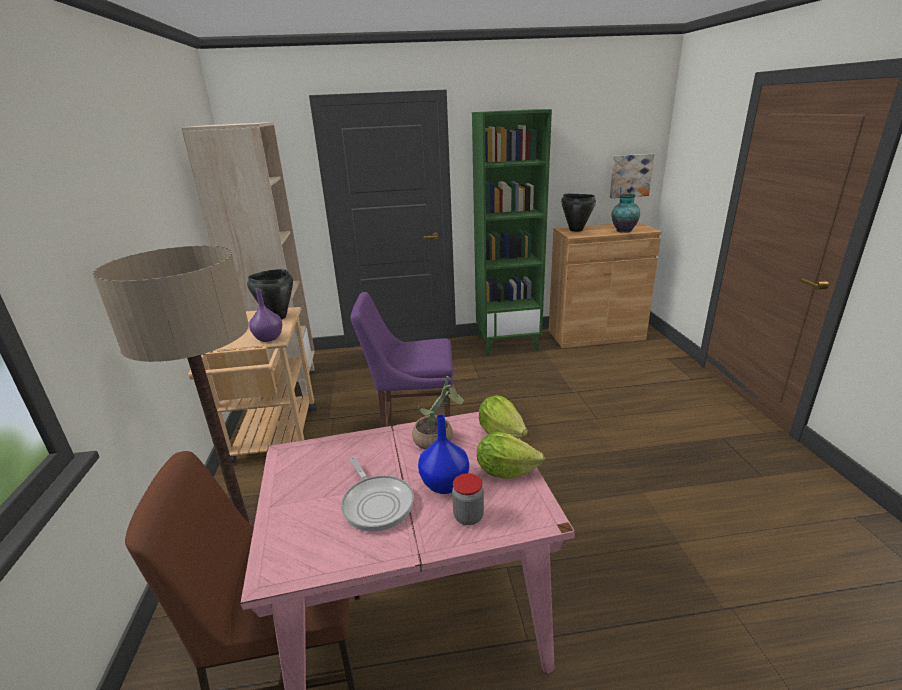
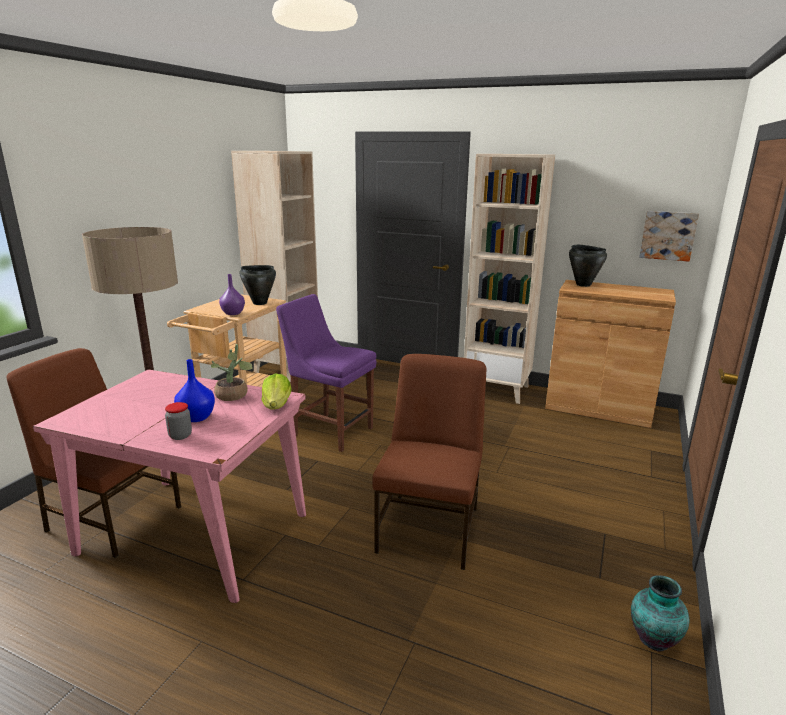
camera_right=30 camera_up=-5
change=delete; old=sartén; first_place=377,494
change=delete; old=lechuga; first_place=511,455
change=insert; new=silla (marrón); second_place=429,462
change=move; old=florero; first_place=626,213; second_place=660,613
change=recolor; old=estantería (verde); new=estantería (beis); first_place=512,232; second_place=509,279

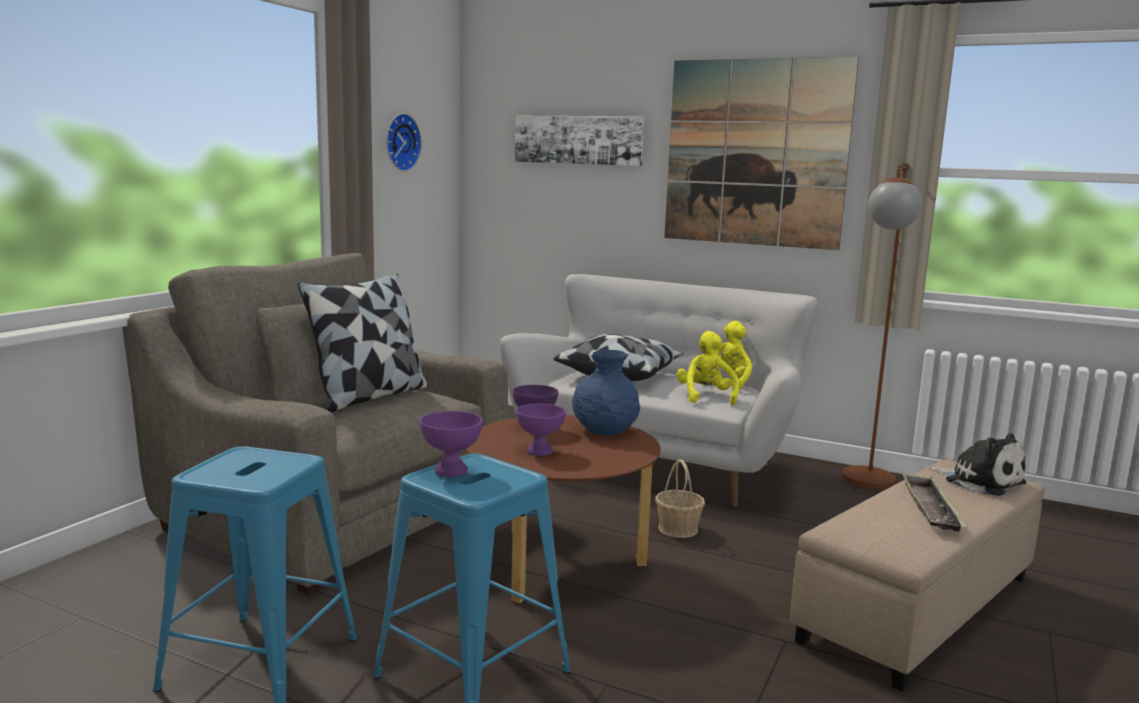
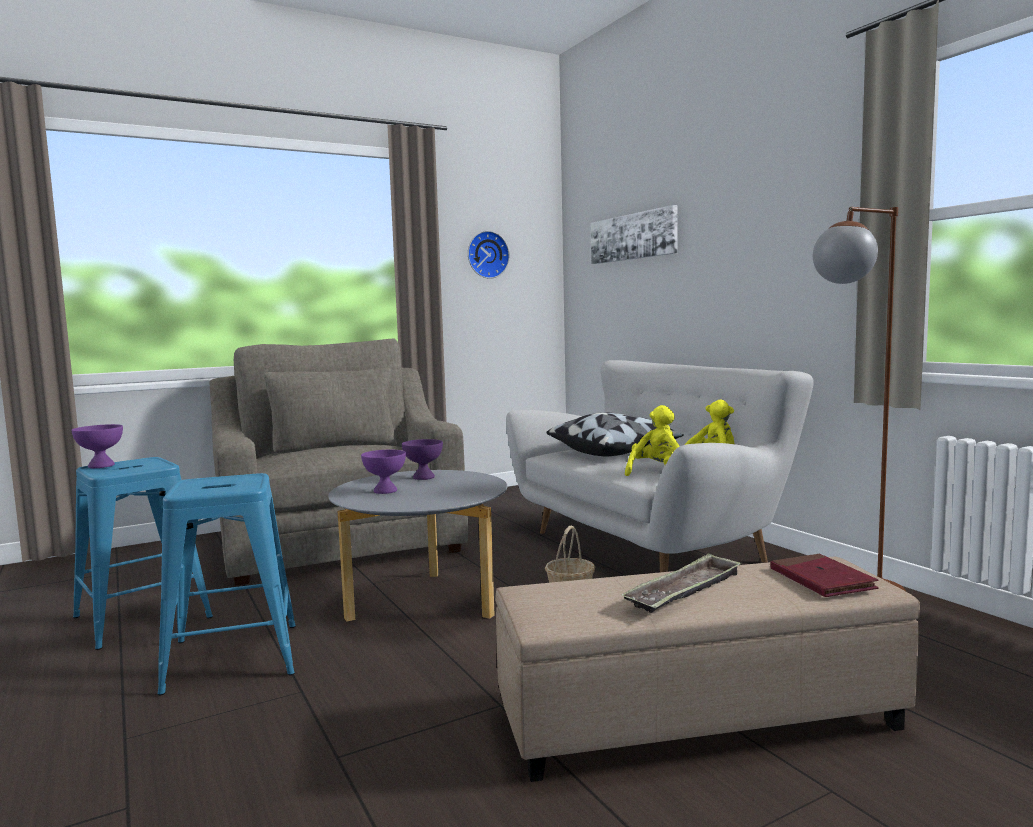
camera_right=35 camera_up=-5
change=delete; old=cojín; first_place=362,343
change=delete; old=florero (azul); first_place=606,393
change=delete; old=cuadro; first_place=761,153
change=move; old=cuenco (morado); first_place=451,444; second_place=97,446
change=replace; old=peluche; new=libro (rojo); first_place=977,464; second_place=824,575
change=recolor; old=mesa de centro (marrón); new=mesa de centro (gris); first_place=563,509; second_place=417,546

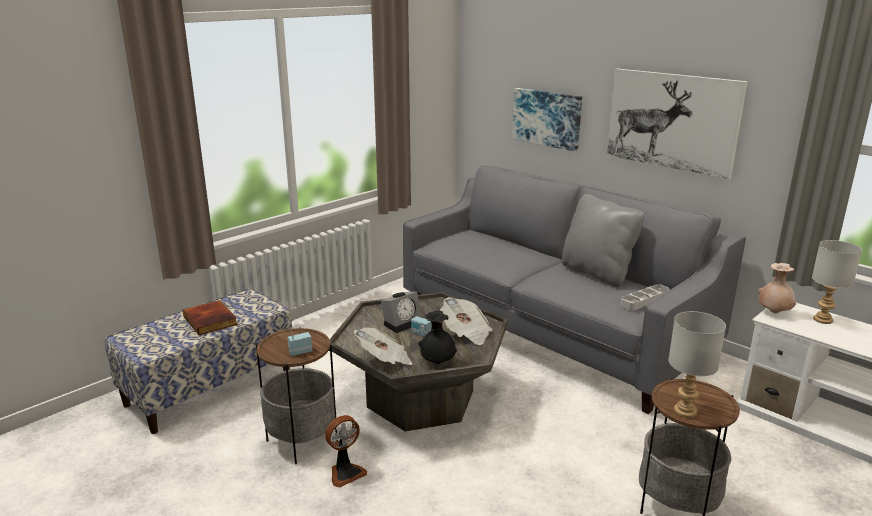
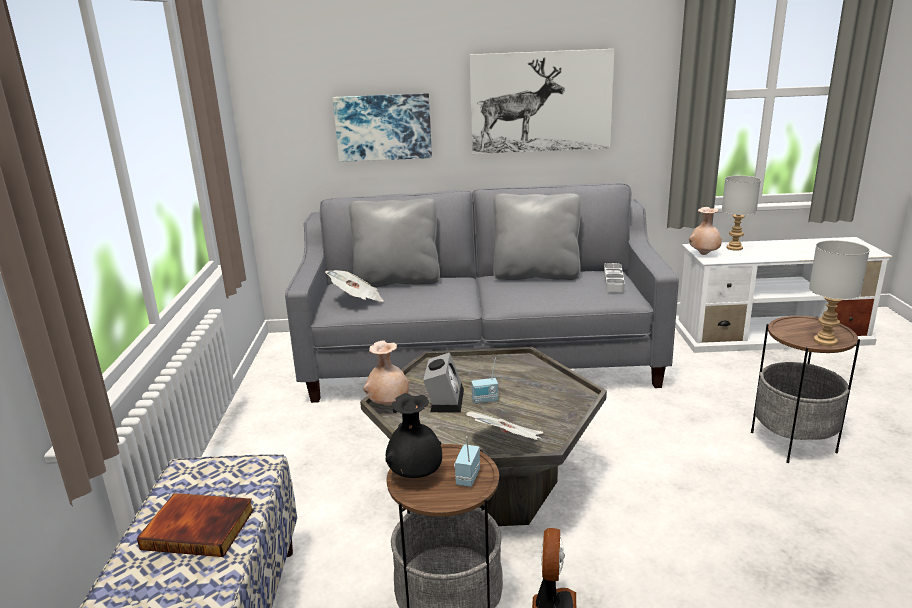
camera_right=-45 camera_up=0
change=insert; new=cojín (gris); second_place=394,242
change=insert; new=florero (beis); second_place=386,373
change=move; old=florero (negro); first_place=437,337; second_place=413,435
change=move; old=periódico; first_place=466,321; second_place=354,286

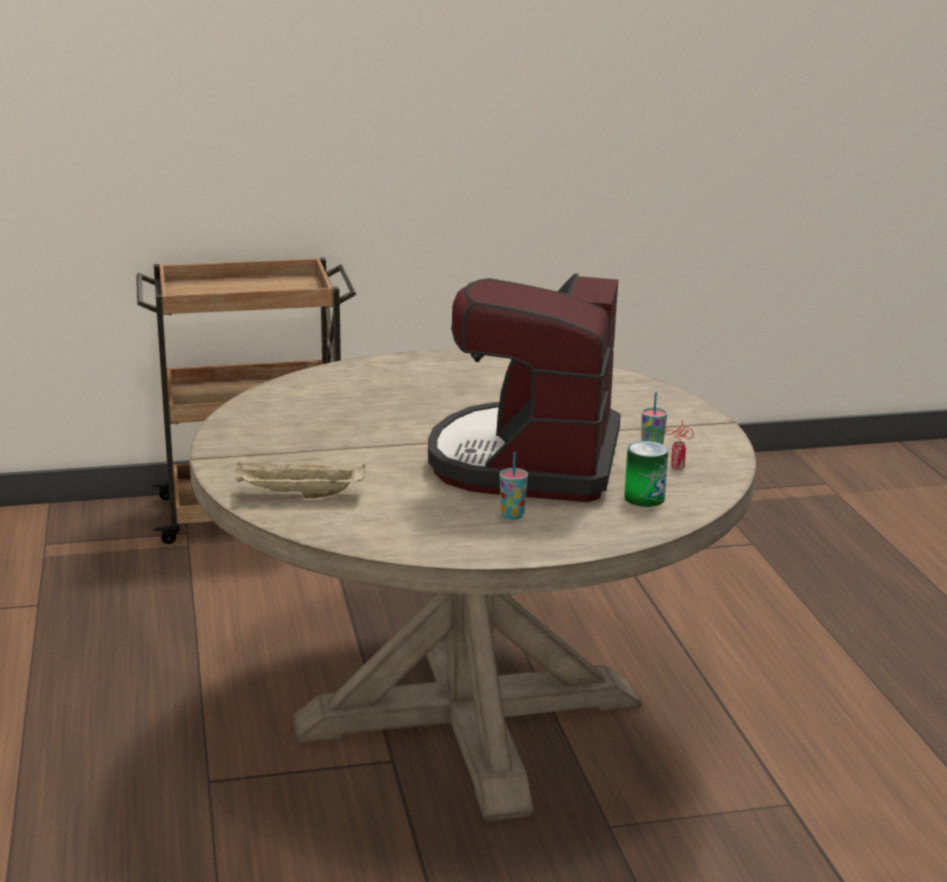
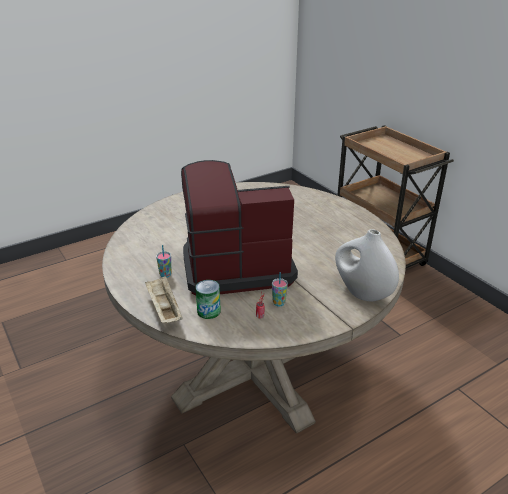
camera_right=70 camera_up=10
change=insert; new=florero (blanco); second_place=367,265
change=move; old=bandeja (beis); first_place=300,480; second_place=164,299

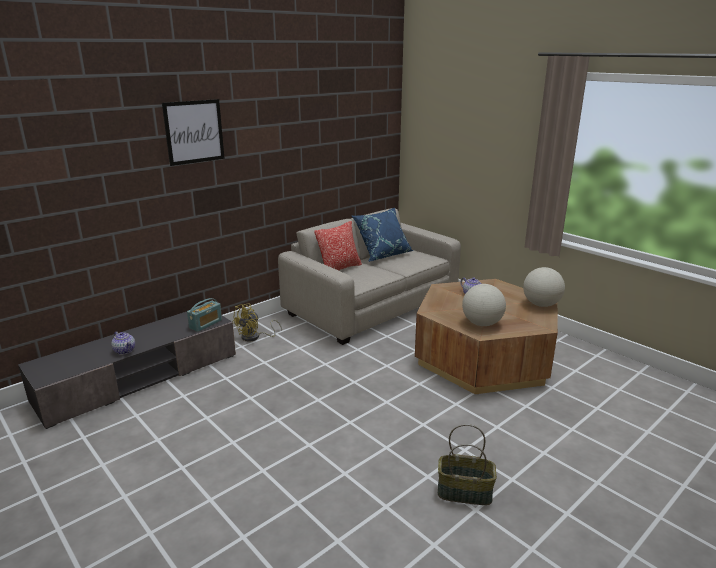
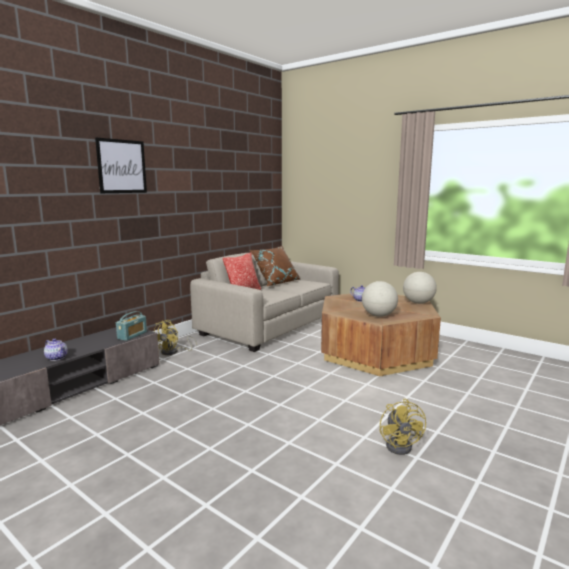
camera_right=-10 camera_up=-10
change=replace; old=cesta; new=ventilador (amarillo); first_place=467,464; second_place=403,427
change=recolor; old=cojín (azul); new=cojín (marrón); first_place=382,235; second_place=275,266

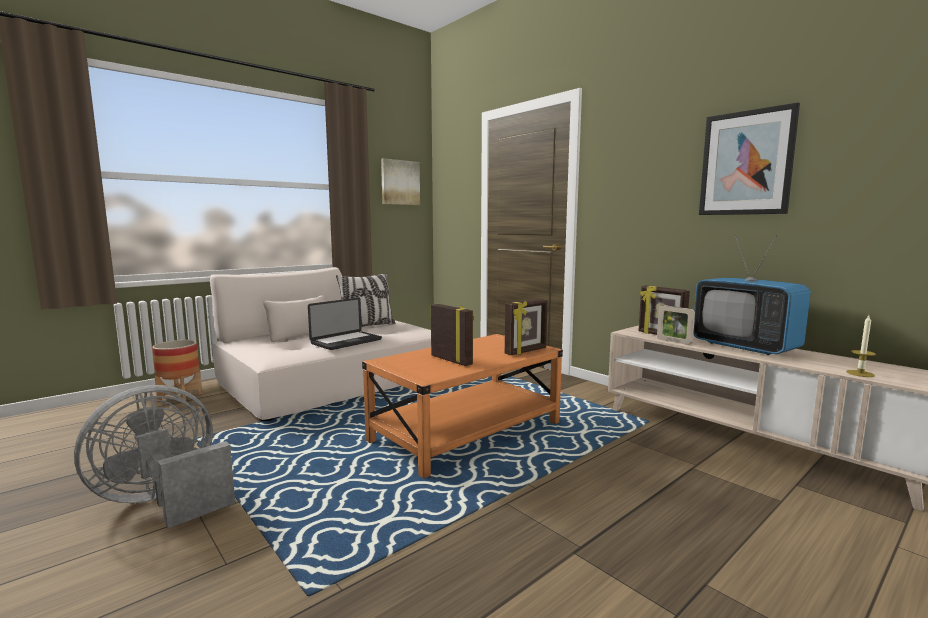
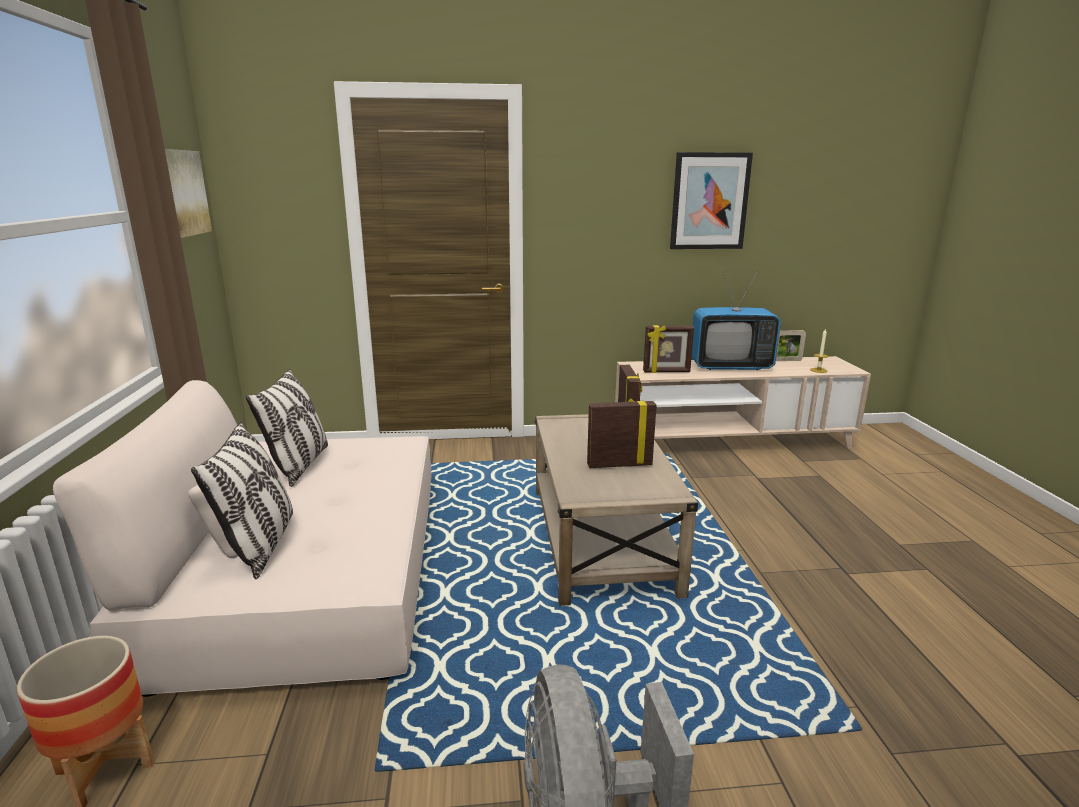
camera_right=-55 camera_up=10
change=delete; old=portátil; first_place=345,324
change=insert; new=cojín; second_place=242,500
change=move; old=portarretratos; first_place=676,325; second_place=791,345
change=recolor; old=mesa de centro (naranja); new=mesa de centro (beis); first_place=462,406; second_place=616,510

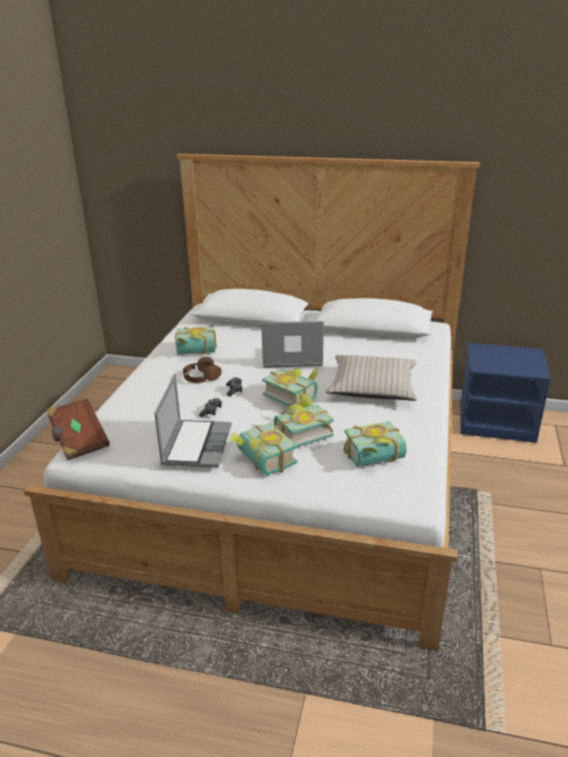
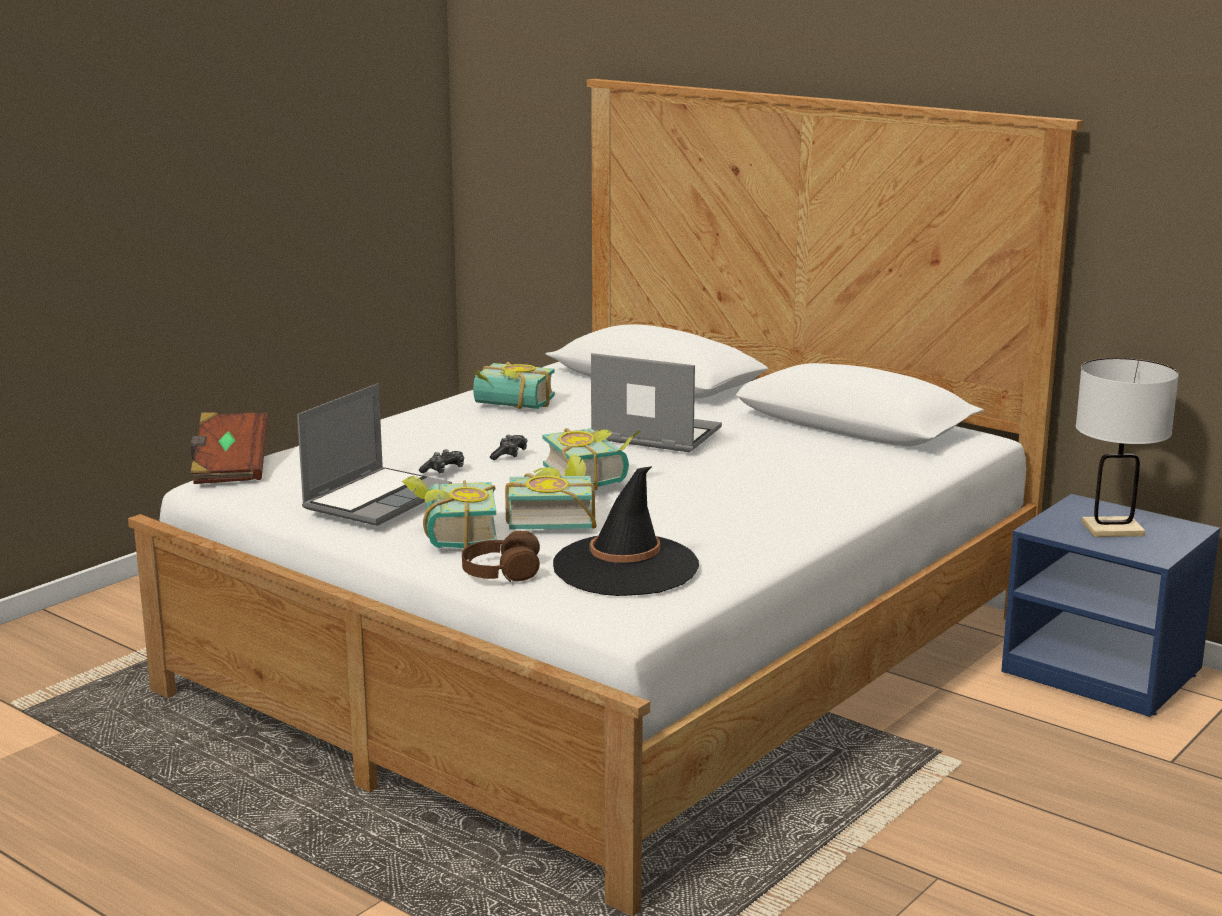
camera_right=25 camera_up=-10
change=delete; old=cojín (beis); first_place=371,378
change=insert; new=lámpara de mesa (blanco); second_place=1127,447
change=move; old=auriculares (marrón); first_place=202,370; second_place=501,556
change=replace; old=libro; new=sombrero (negro); first_place=375,444; second_place=626,531

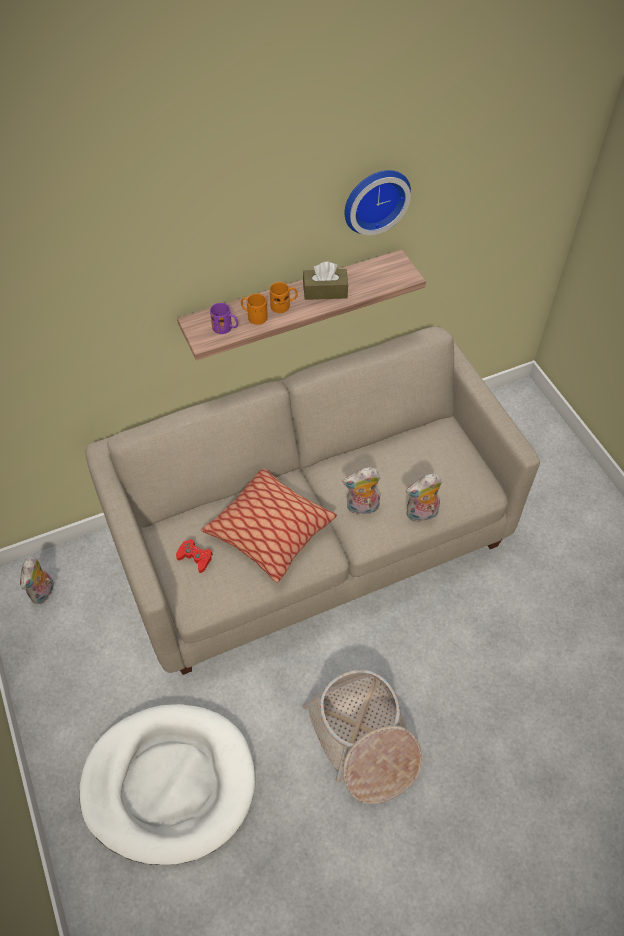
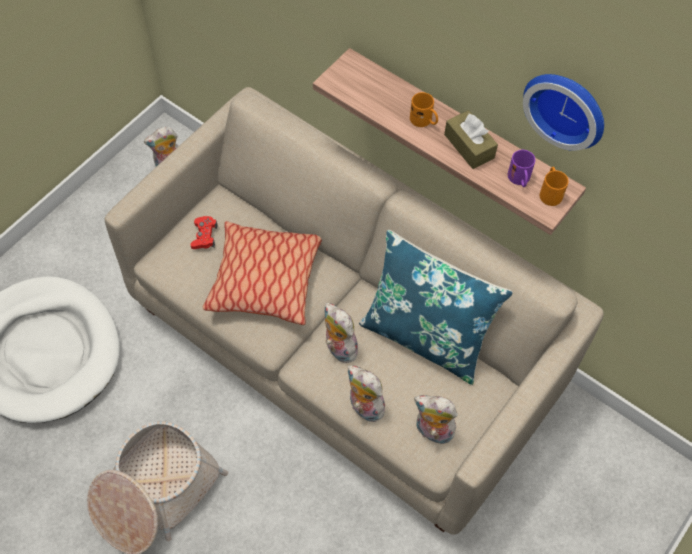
camera_right=60 camera_up=5
change=insert; new=cojín (azul); second_place=436,307
change=insert; new=peluche; second_place=436,419
change=move; old=taza grande (morado); first_place=224,318; second_place=521,168
change=move; old=taza grande (naranja); first_place=254,309; second_place=554,186

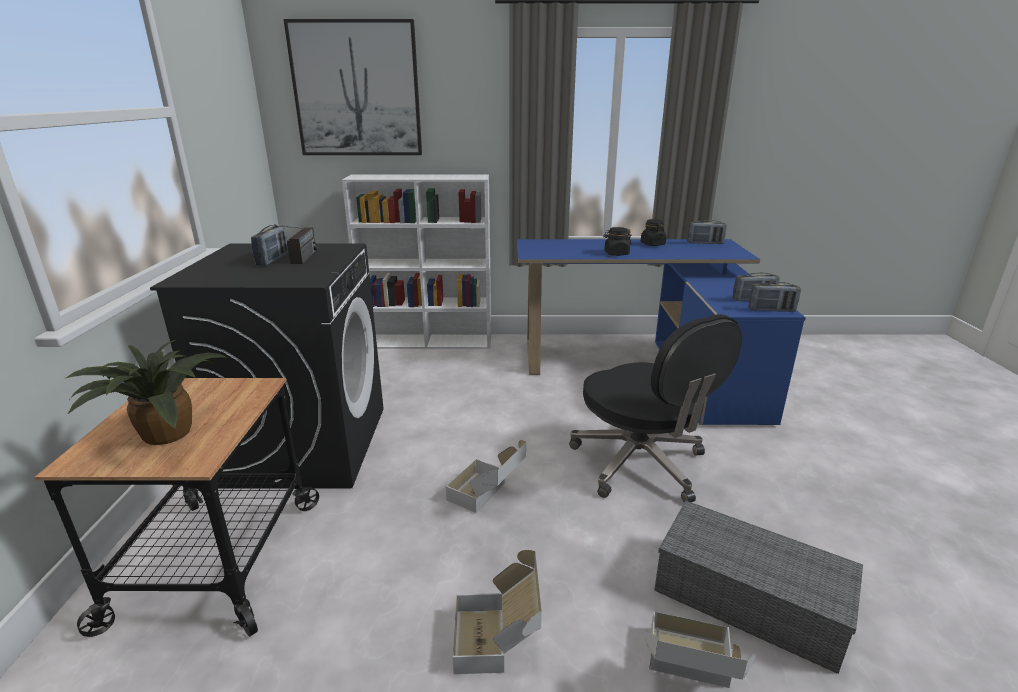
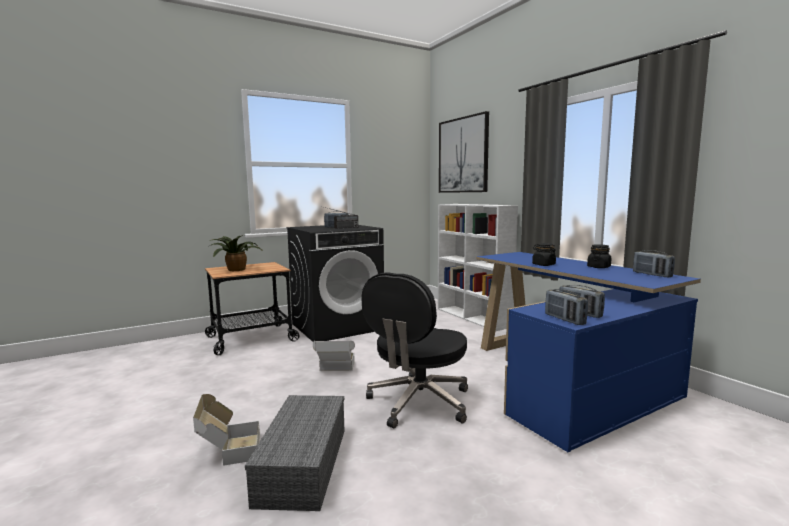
camera_right=60 camera_up=-15
change=delete; old=caja de cartón; first_place=497,612

